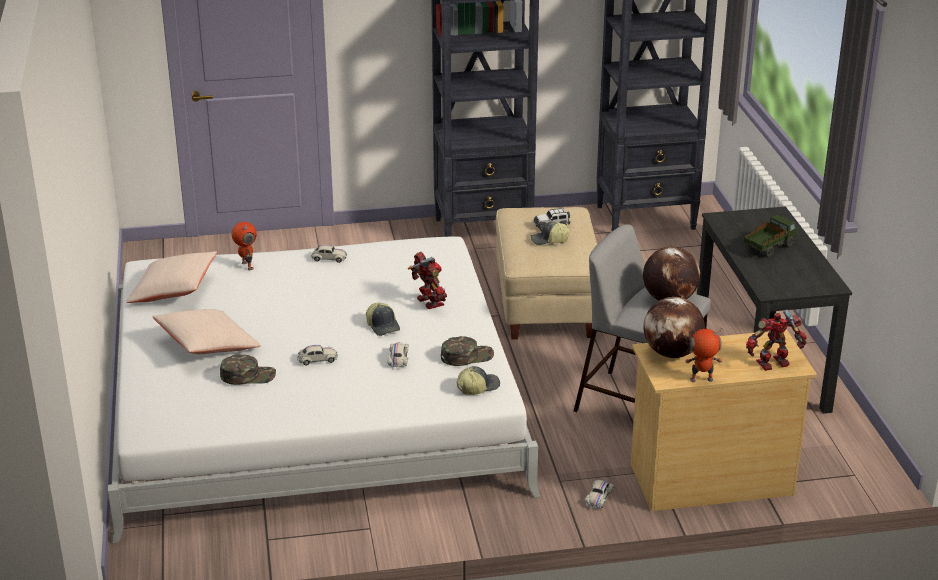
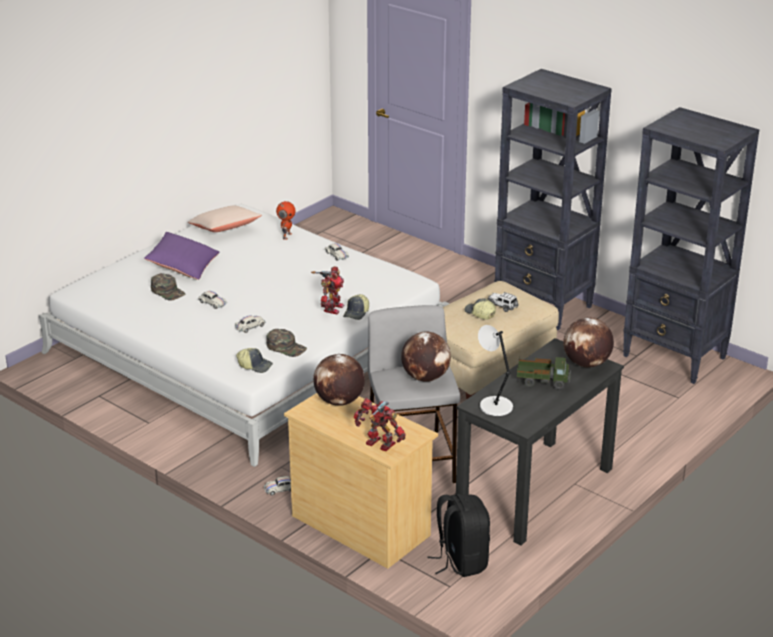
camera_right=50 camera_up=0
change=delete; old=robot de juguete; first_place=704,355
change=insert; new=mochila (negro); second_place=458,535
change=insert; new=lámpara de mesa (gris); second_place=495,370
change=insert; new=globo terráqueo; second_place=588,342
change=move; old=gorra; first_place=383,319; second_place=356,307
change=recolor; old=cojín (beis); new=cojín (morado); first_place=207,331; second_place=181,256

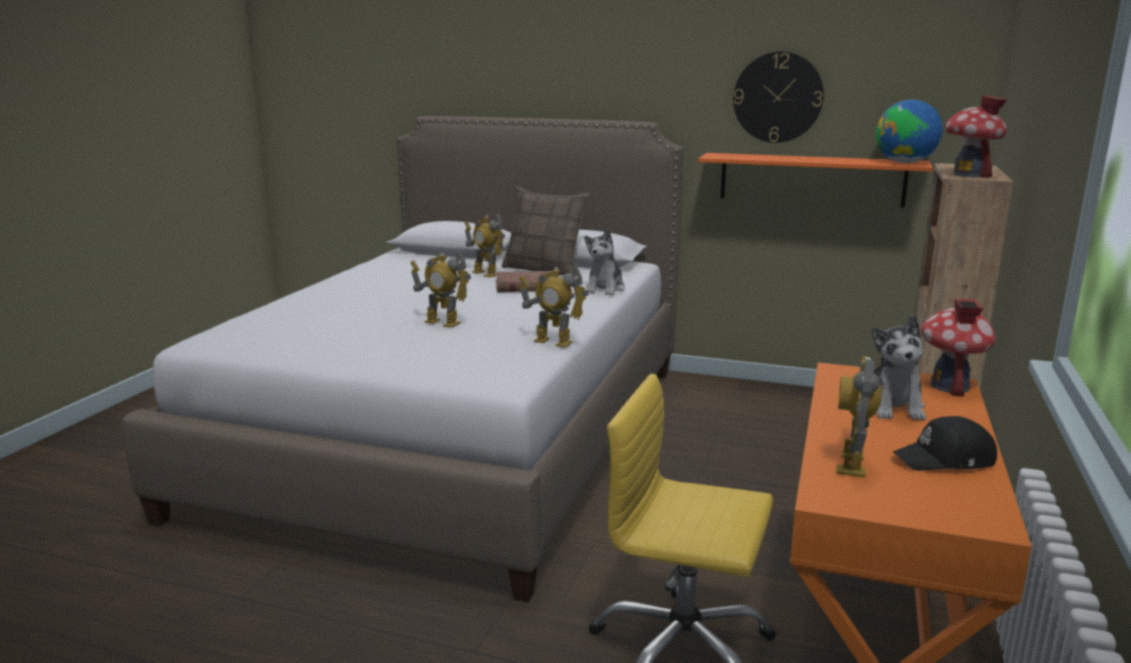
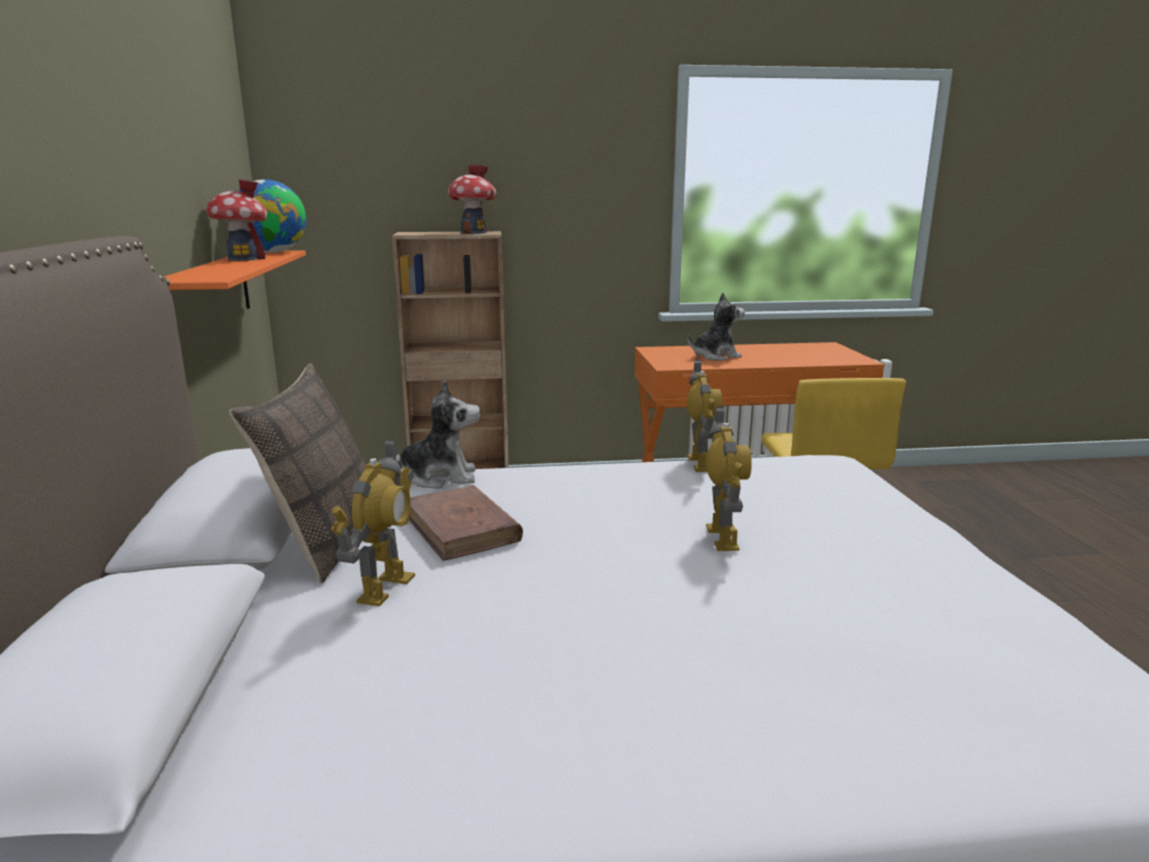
camera_right=-115 camera_up=0
change=delete; old=reloj de pared; first_place=778,97
change=delete; old=robot de juguete; first_place=859,417
change=delete; old=gorra (negro); first_place=945,443
change=move; old=casita; first_place=958,347; second_place=236,220

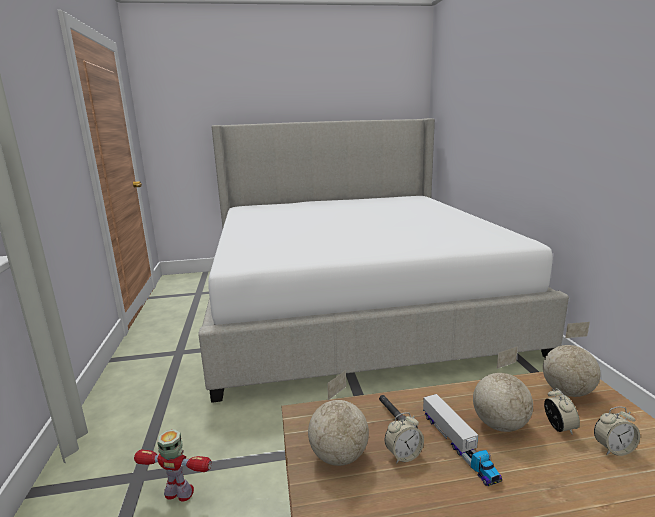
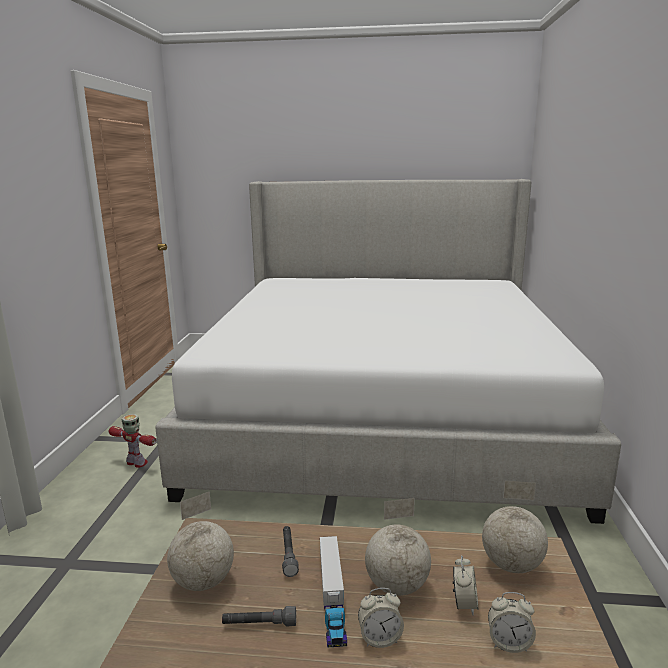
camera_right=15 camera_up=0
change=insert; new=linterna (gris); second_place=259,616
change=move; old=robot de juguete; first_place=173,465; second_place=132,441
change=move; old=despertador; first_place=404,438; second_place=381,618

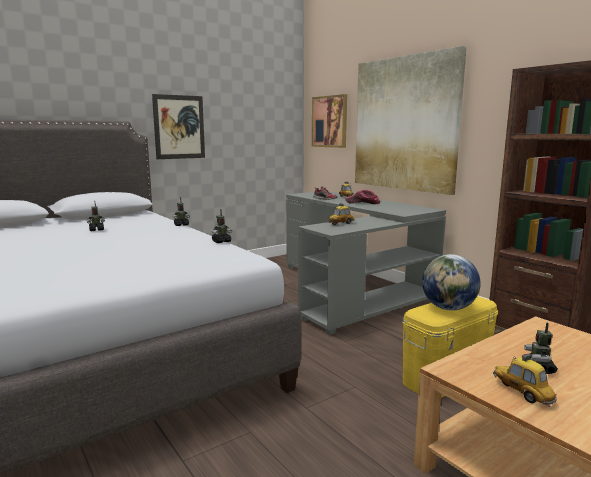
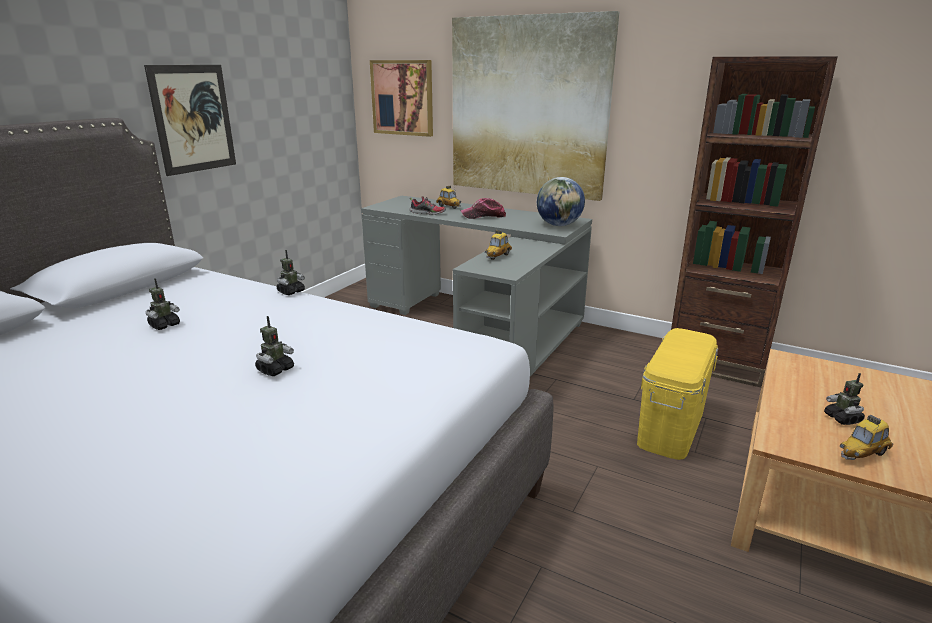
camera_right=-25 camera_up=10
change=move; old=robot de juguete; first_place=222,226; second_place=274,346
change=move; old=globo terráqueo; first_place=451,282; second_place=561,201
change=rotate; old=coche de juguete; first_place=525,380; second_place=866,437; degrees=-60

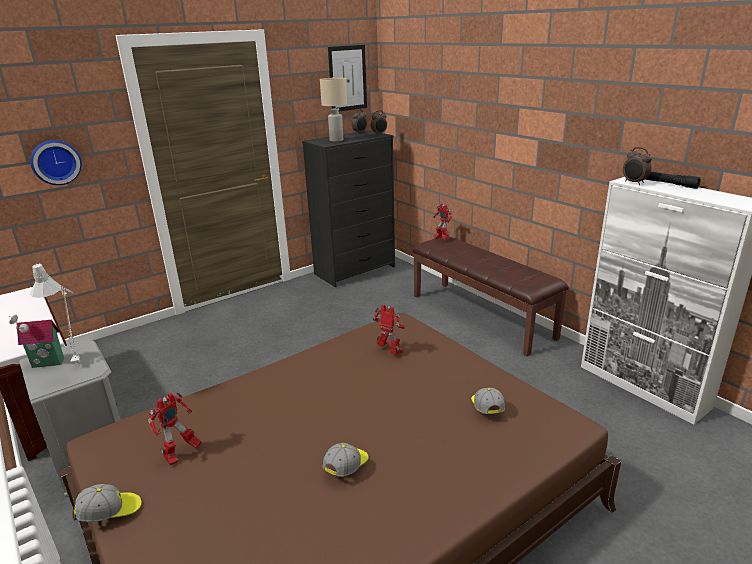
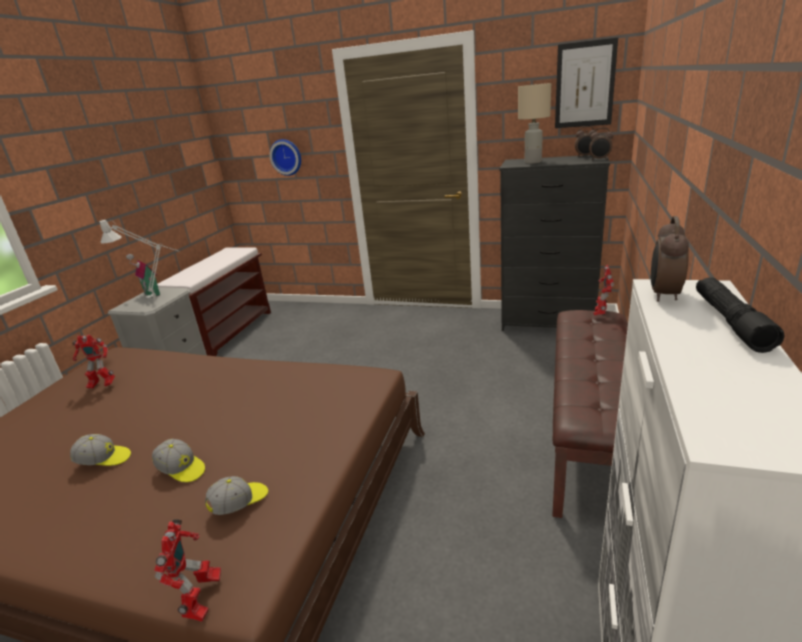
camera_right=55 camera_up=0
change=move; old=gorra; first_place=108,503; second_place=178,460
change=move; old=robot de juguete; first_place=389,330; second_place=187,570

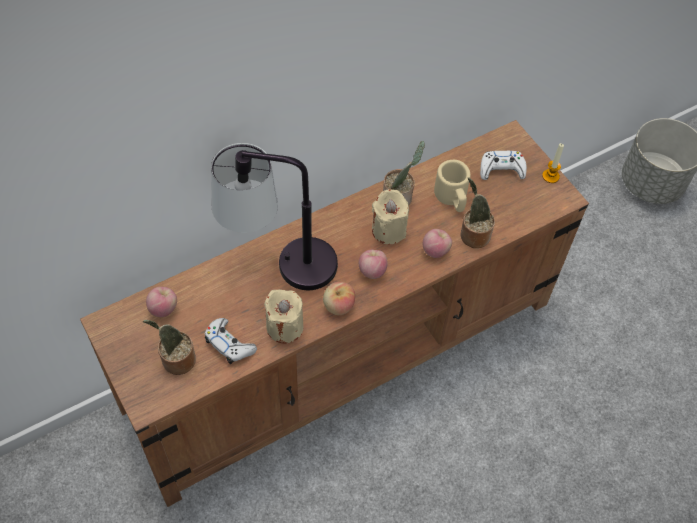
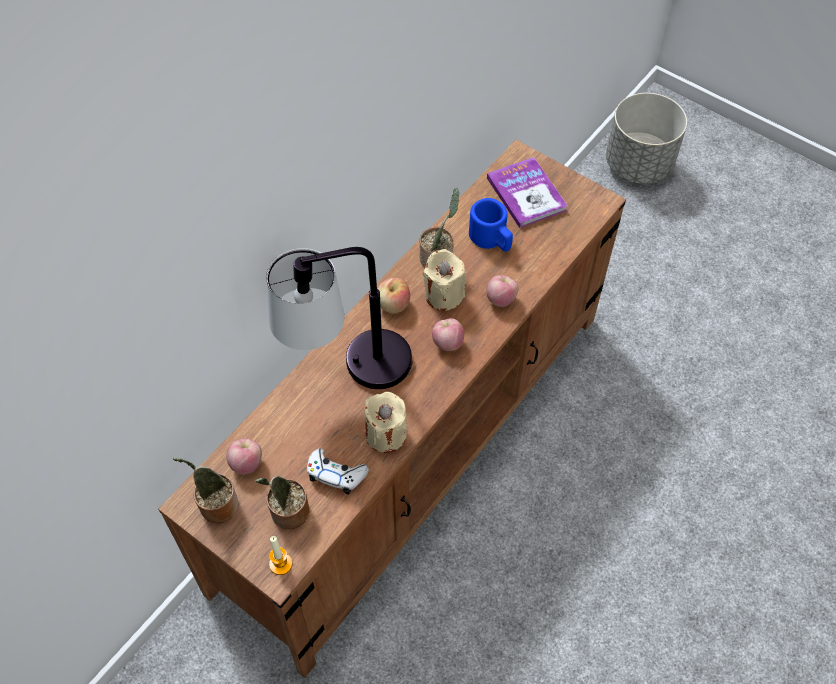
camera_right=-20 camera_up=0
change=move; old=manzana; first_place=339,298; second_place=394,295
change=move; old=planta en maceta; first_place=478,213; second_place=205,490
change=move; old=vela; first_place=553,163; second_place=280,555
change=replace; old=mando de consola (blanco); new=libro; first_place=503,165; second_place=527,192
change=recolor; old=taza grande (beis); new=taza grande (azul); first_place=452,186; second_place=491,225

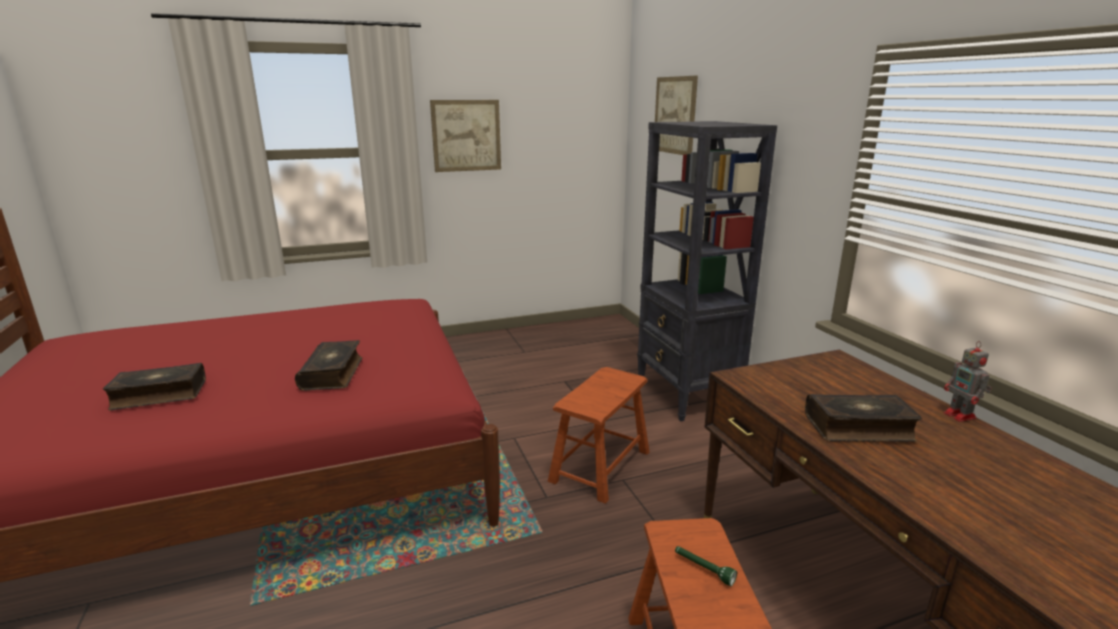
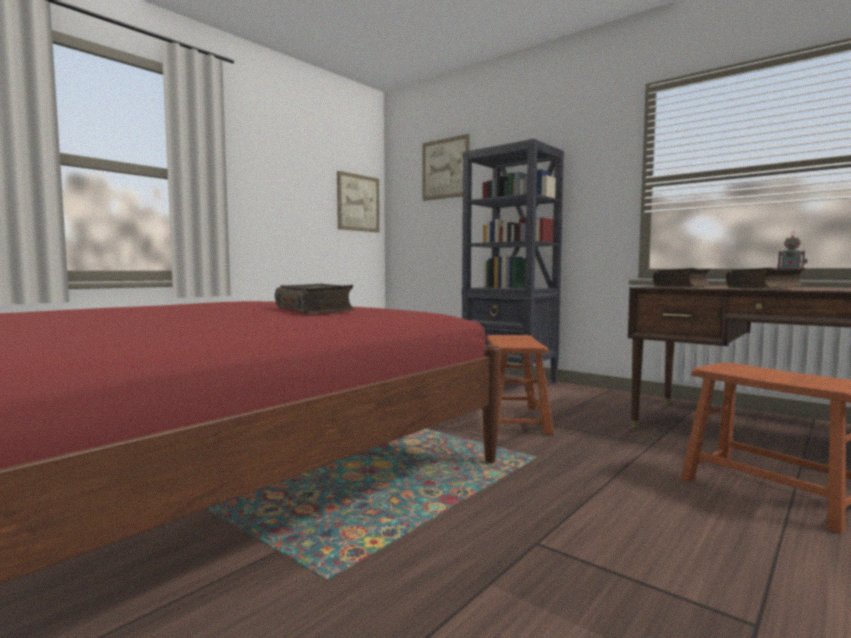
camera_right=-30 camera_up=-15
change=delete; old=linterna (verde); first_place=706,566
change=move; old=libro; first_place=154,386; second_place=682,277
change=move; old=cuadro; first_place=465,136; second_place=358,201

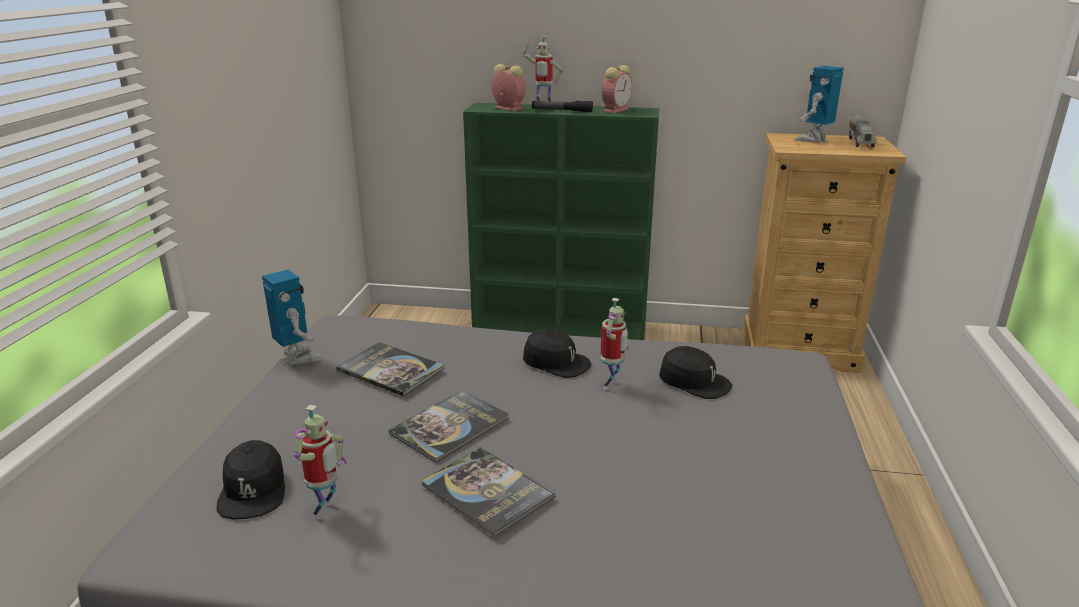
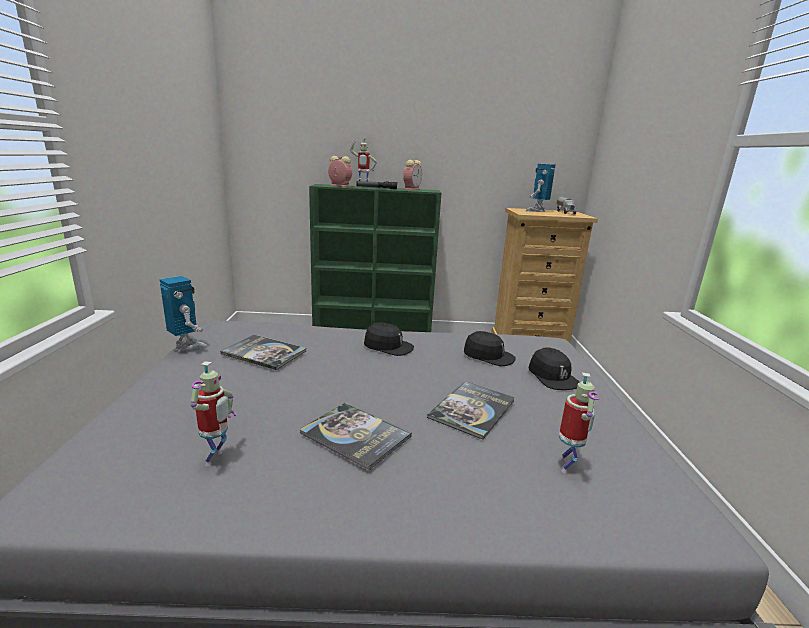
camera_right=-10 camera_up=-5
change=move; old=gorra (negro); first_place=251,480; second_place=554,368
change=move; old=libro; first_place=449,426; second_place=471,410
change=move; old=robot de juguete; first_place=615,344; second_place=579,423

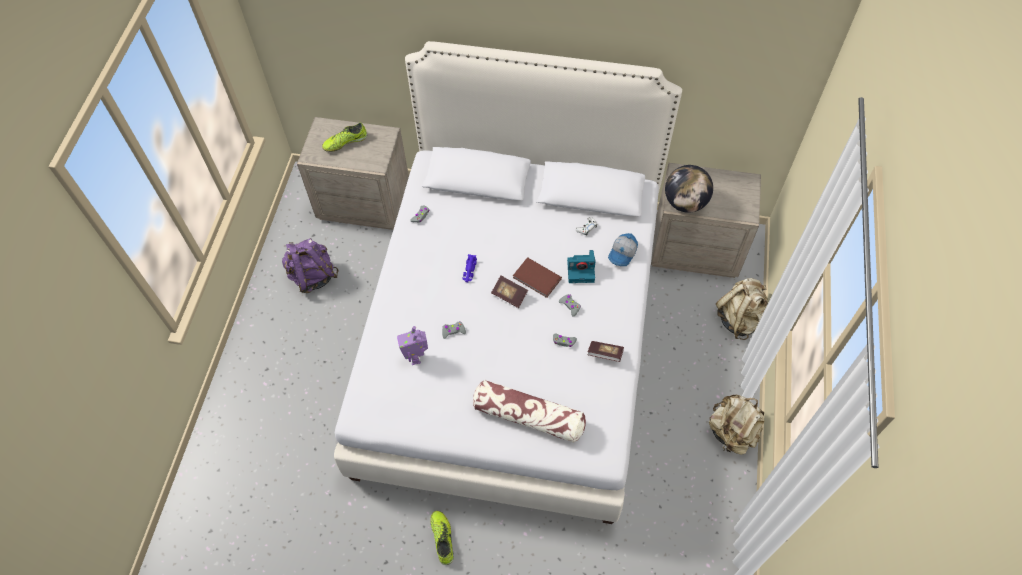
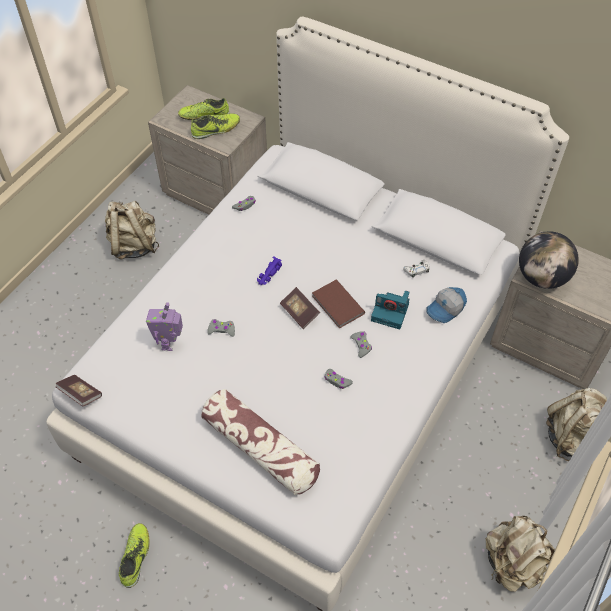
camera_right=20 camera_up=-5
change=insert; new=zapato; second_place=215,126
change=move; old=libro; first_place=606,351; second_place=78,390
change=recolor; old=mochila (morado); new=mochila (beis); first_place=310,265; second_place=132,230

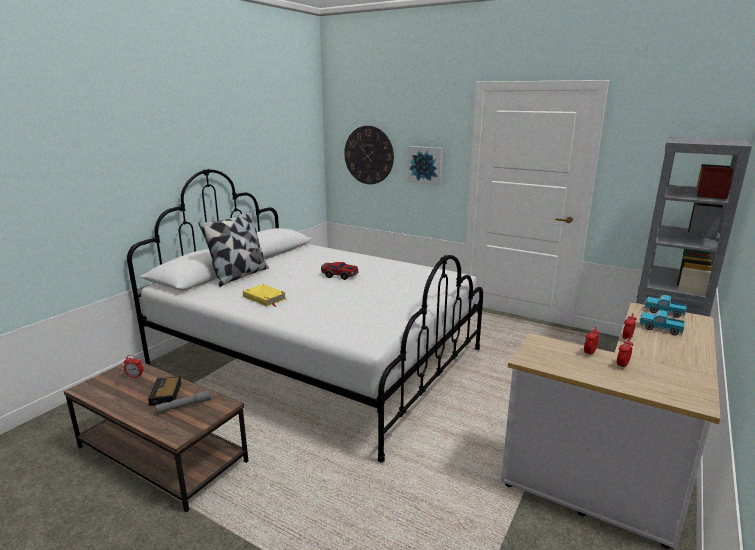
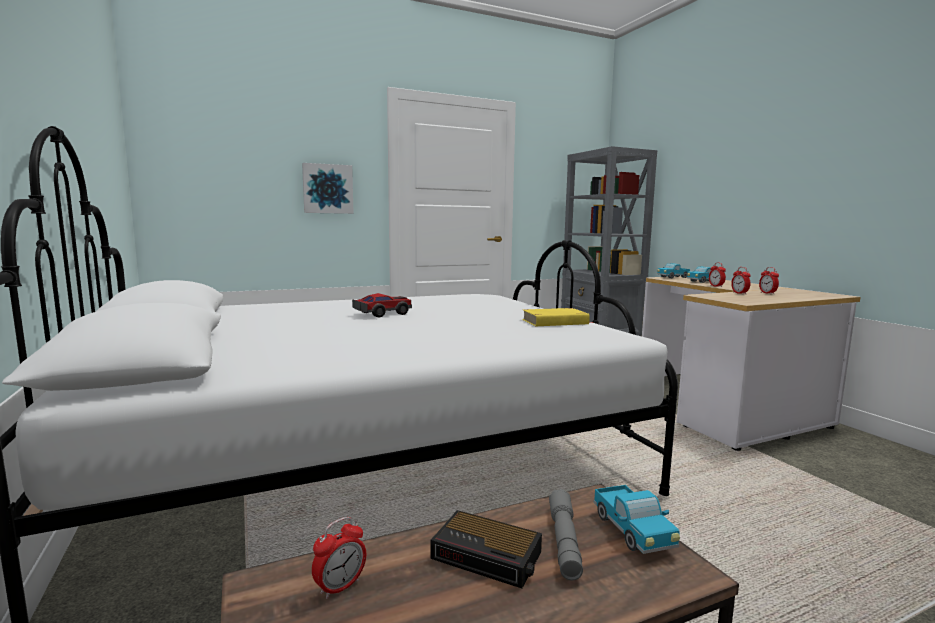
camera_right=-55 camera_up=-10
change=delete; old=cojín; first_place=233,249
change=delete; old=reloj de pared; first_place=369,155
change=insert; new=camión de juguete; second_place=637,519
change=move; old=libro (amarillo); first_place=264,295; second_place=558,317

